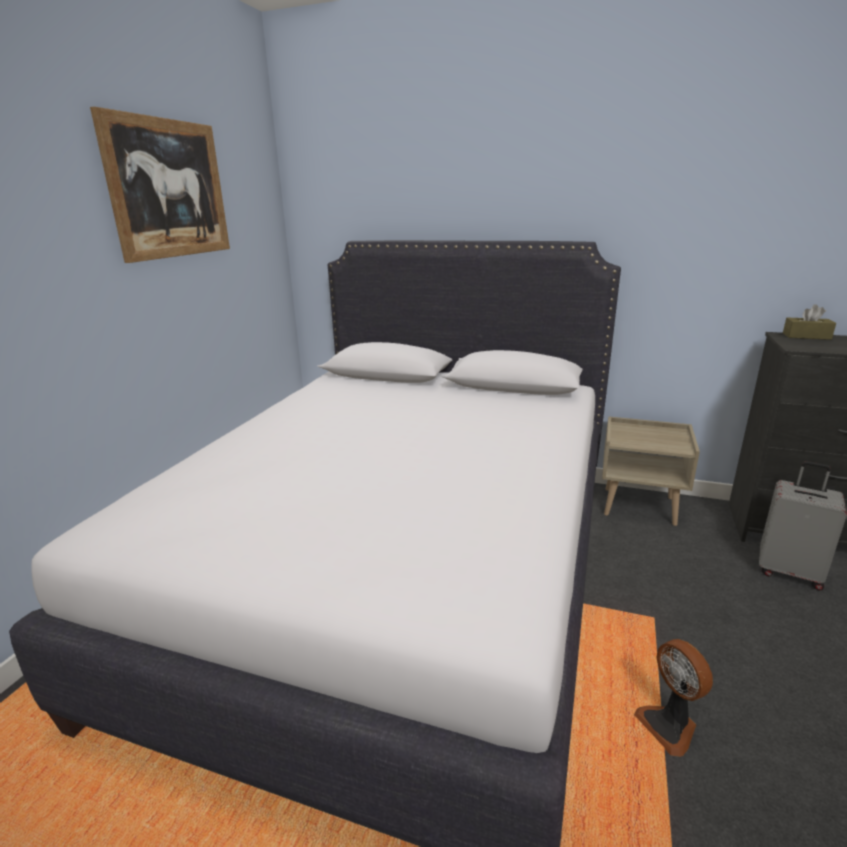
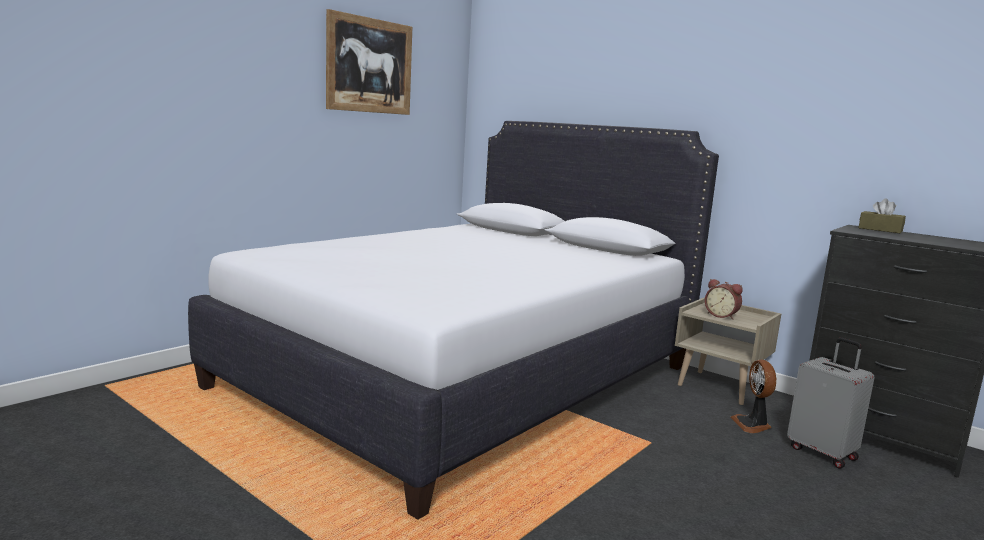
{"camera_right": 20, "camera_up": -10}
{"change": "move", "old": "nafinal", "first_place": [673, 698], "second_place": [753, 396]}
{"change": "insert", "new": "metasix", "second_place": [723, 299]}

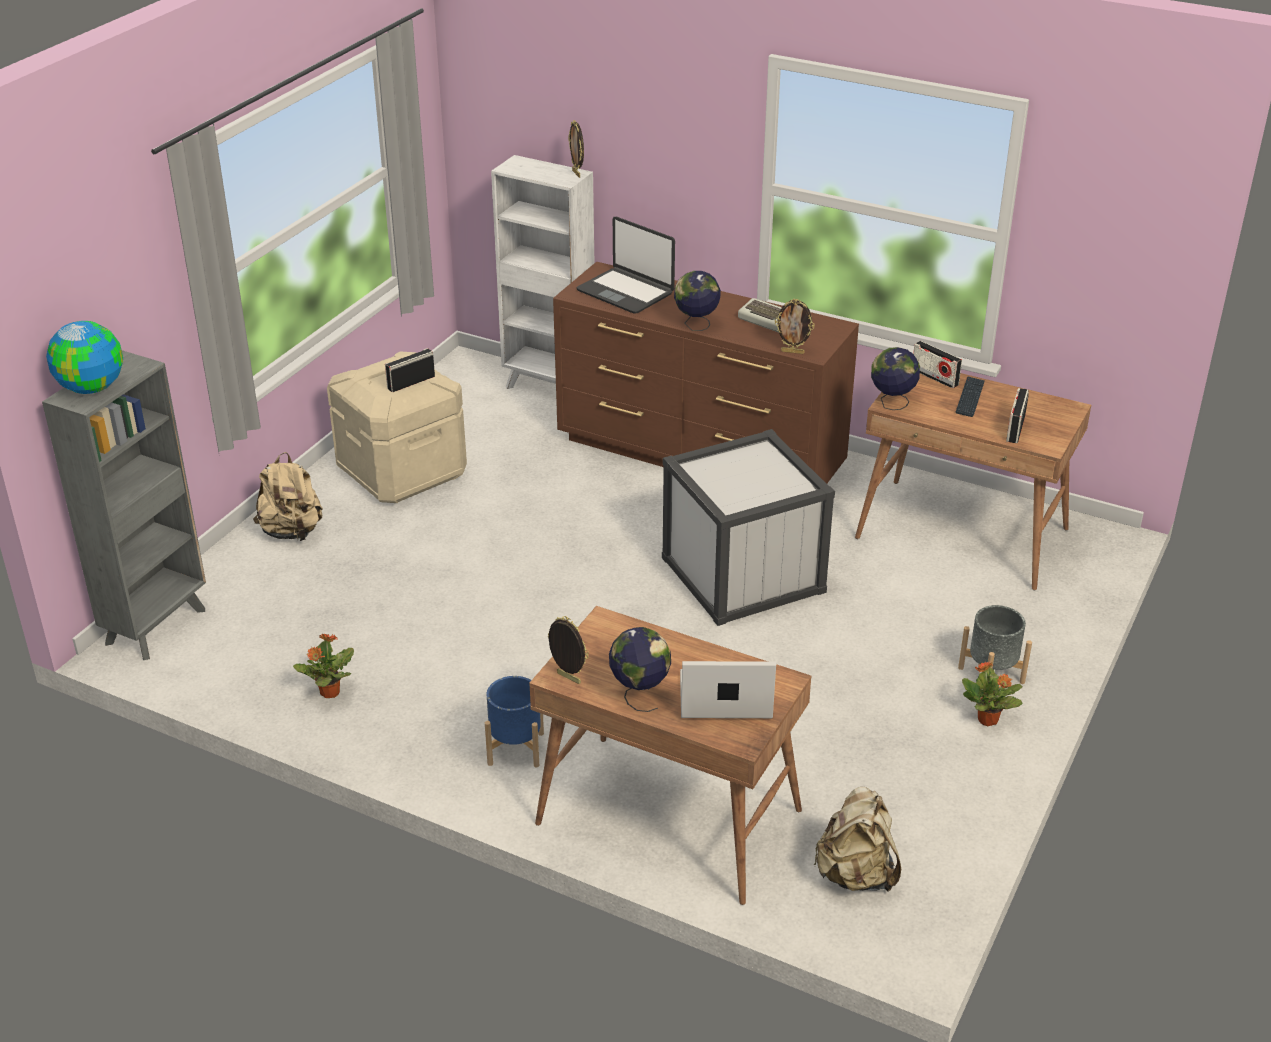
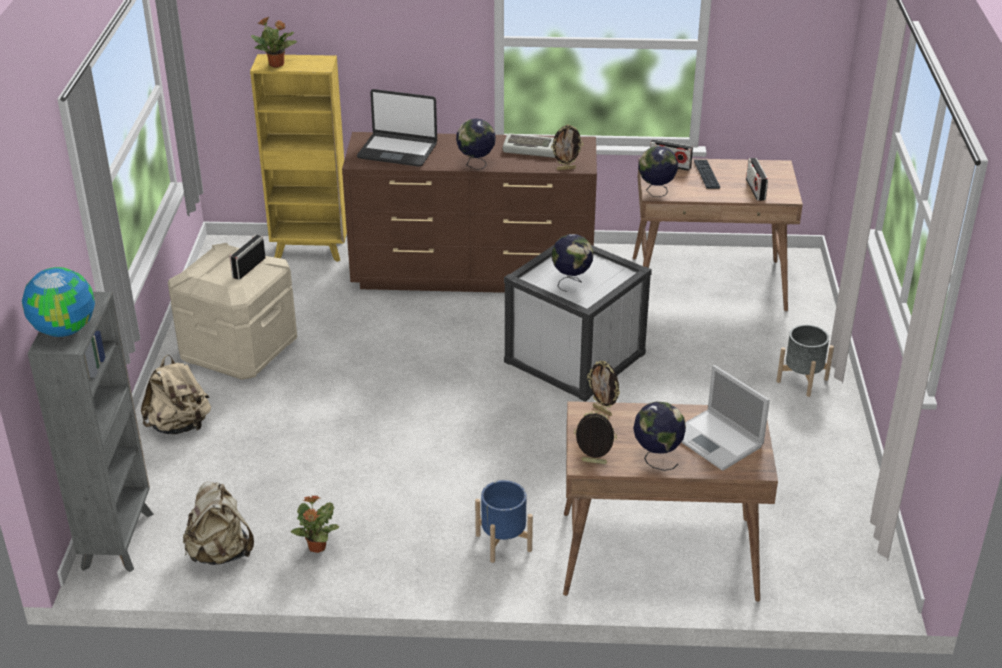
{"camera_right": -25, "camera_up": 0}
{"change": "move", "old": "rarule", "first_place": [576, 149], "second_place": [603, 388]}
{"change": "recolor", "old": "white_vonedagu", "new": "yellow_vonedagu", "first_place": [542, 272], "second_place": [298, 158]}
{"change": "rotate", "old": "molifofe", "first_place": [728, 689], "second_place": [725, 418], "degrees": -105}
{"change": "move", "old": "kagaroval", "first_place": [992, 693], "second_place": [274, 42]}
{"change": "move", "old": "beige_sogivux", "first_place": [857, 839], "second_place": [218, 523]}
{"change": "insert", "new": "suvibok", "second_place": [572, 263]}

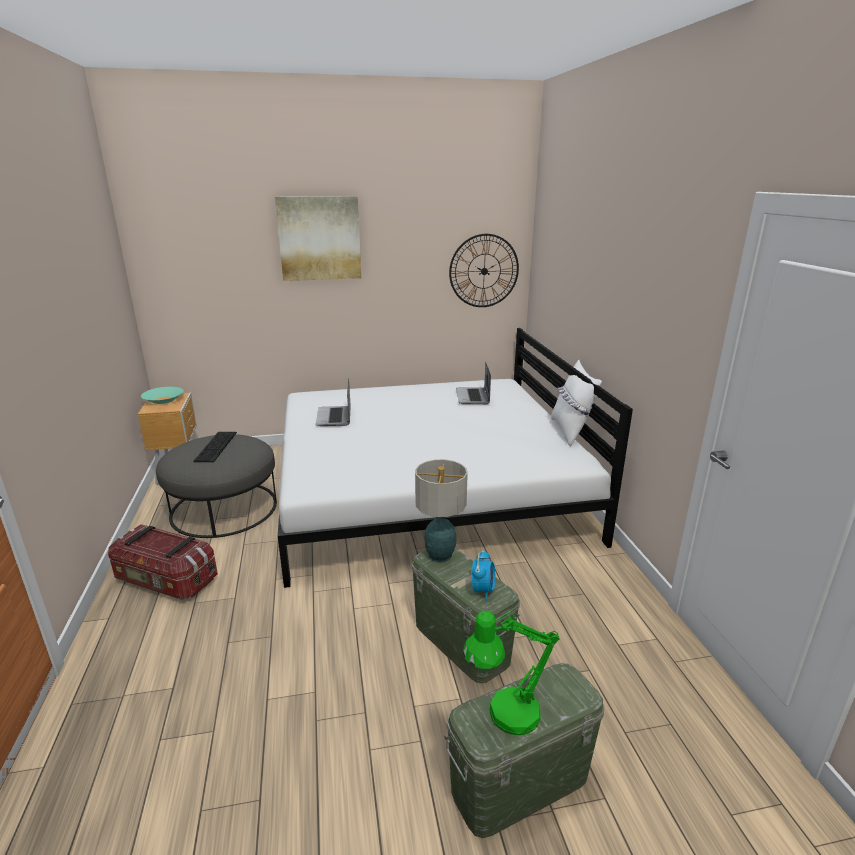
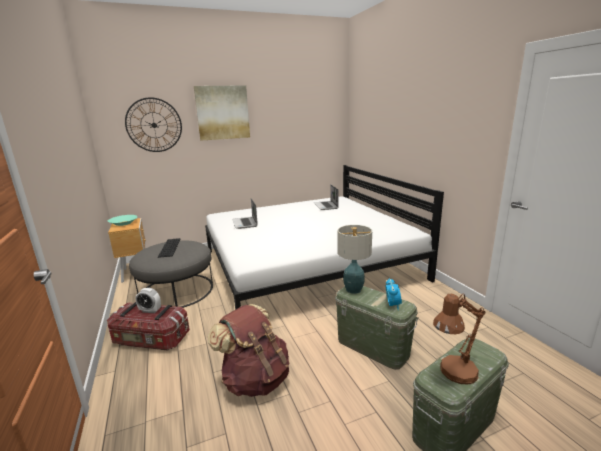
{"camera_right": -10, "camera_up": -5}
{"change": "move", "old": "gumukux", "first_place": [484, 270], "second_place": [153, 124]}
{"change": "delete", "old": "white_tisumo", "first_place": [576, 403]}
{"change": "recolor", "old": "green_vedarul", "new": "brown_vedarul", "first_place": [511, 673], "second_place": [459, 338]}
{"change": "insert", "new": "metasix", "second_place": [148, 300]}
{"change": "insert", "new": "brown_sogivux", "second_place": [248, 350]}

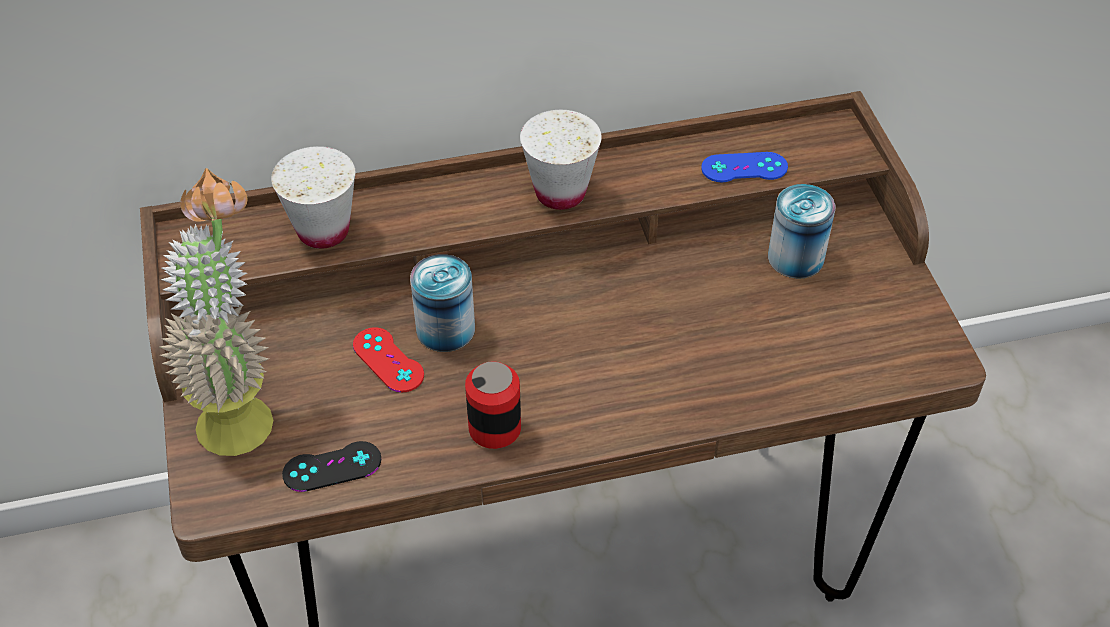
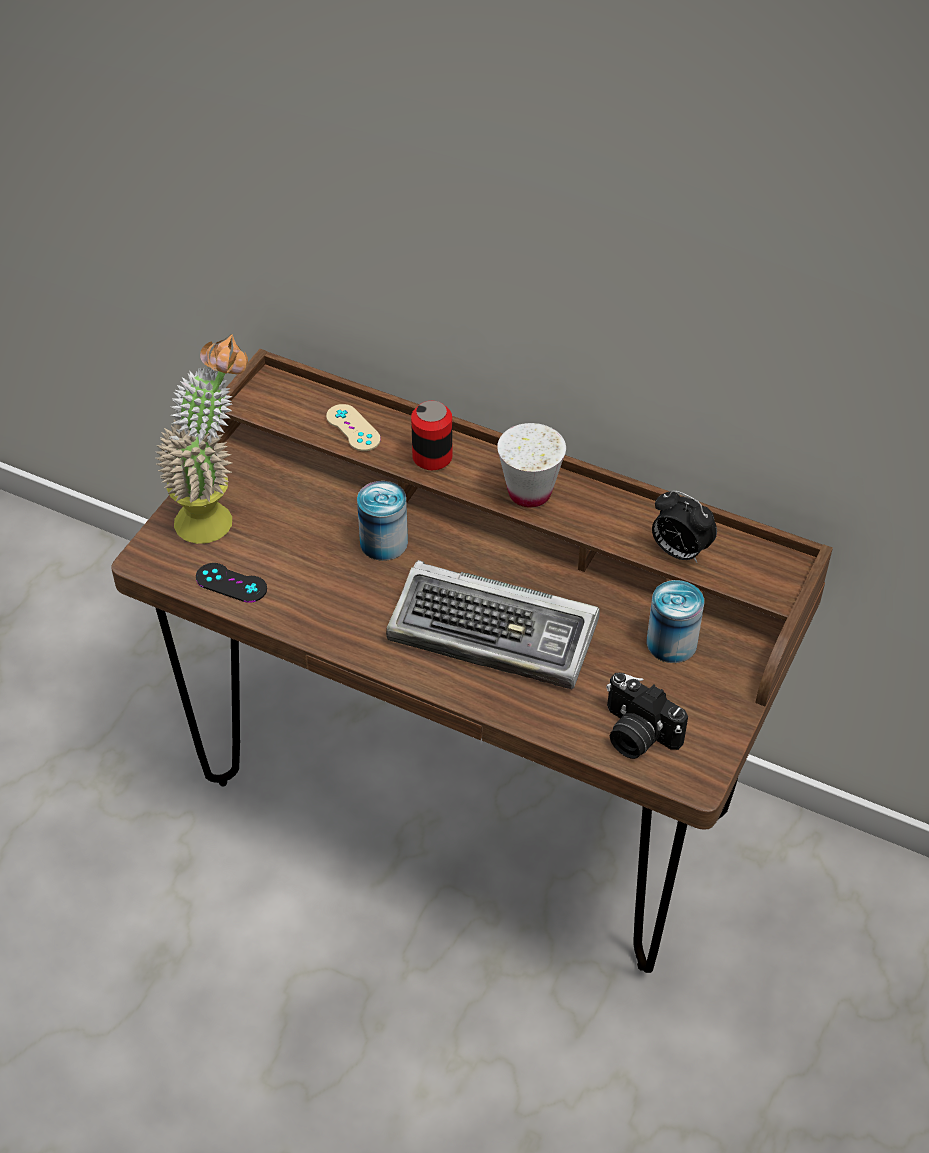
{"camera_right": 40, "camera_up": 0}
{"change": "replace", "old": "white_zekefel", "new": "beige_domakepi", "first_place": [313, 197], "second_place": [353, 427]}
{"change": "replace", "old": "blue_domakepi", "new": "metasix", "first_place": [744, 167], "second_place": [684, 526]}
{"change": "delete", "old": "red_domakepi", "first_place": [388, 359]}
{"change": "move", "old": "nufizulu", "first_place": [493, 405], "second_place": [431, 435]}
{"change": "insert", "new": "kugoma", "second_place": [493, 625]}
{"change": "insert", "new": "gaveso", "second_place": [647, 716]}

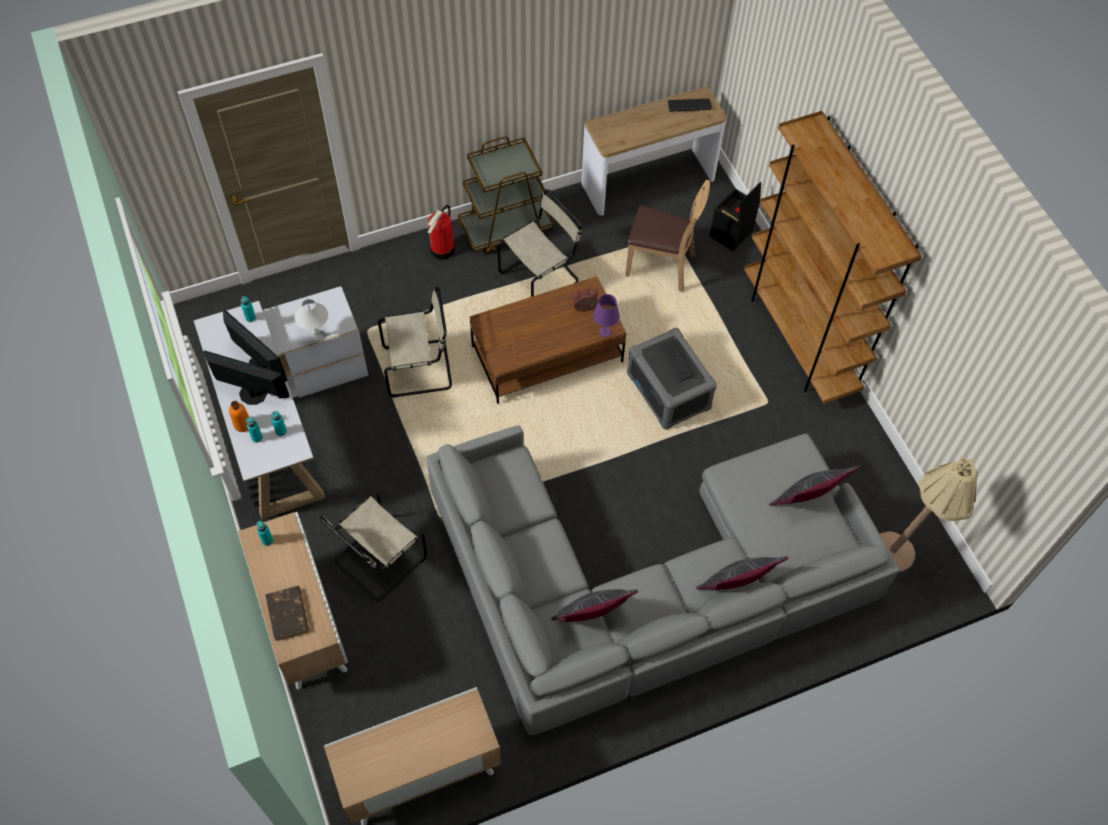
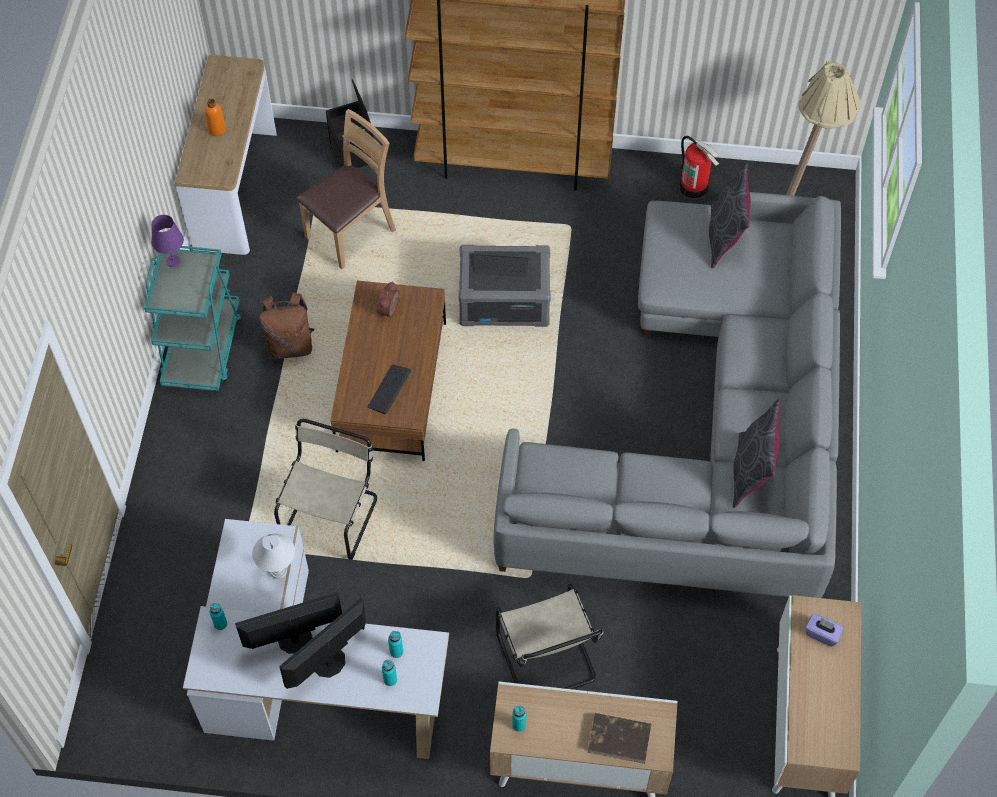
{"camera_right": -60, "camera_up": 0}
{"change": "move", "old": "kugoma", "first_place": [690, 105], "second_place": [389, 389]}
{"change": "recolor", "old": "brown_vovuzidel", "new": "turquoise_vovuzidel", "first_place": [506, 195], "second_place": [193, 318]}
{"change": "replace", "old": "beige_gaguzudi", "new": "brown_sogivux", "first_place": [539, 243], "second_place": [287, 325]}
{"change": "move", "old": "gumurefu", "first_place": [441, 232], "second_place": [699, 167]}
{"change": "move", "old": "purple_vedarul", "first_place": [606, 315], "second_place": [167, 241]}
{"change": "move", "old": "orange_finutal", "first_place": [239, 416], "second_place": [215, 117]}
{"change": "delete", "old": "grey_tisumo", "first_place": [742, 573]}
{"change": "insert", "new": "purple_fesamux", "second_place": [824, 630]}

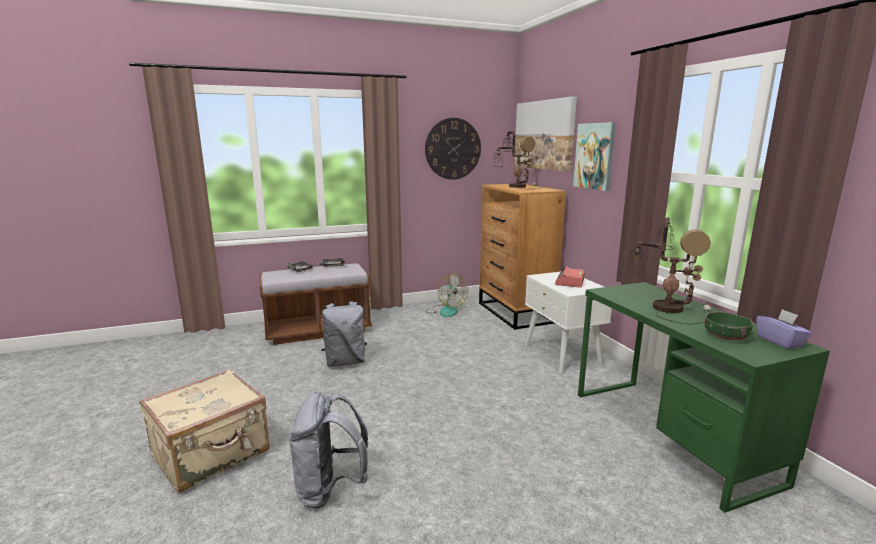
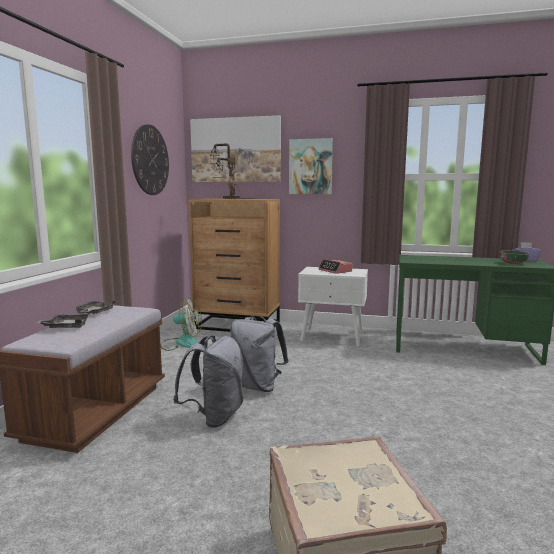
{"camera_right": -55, "camera_up": -5}
{"change": "delete", "old": "vedarul", "first_place": [668, 270]}
{"change": "move", "old": "grey_sogivux", "first_place": [328, 450], "second_place": [259, 353]}

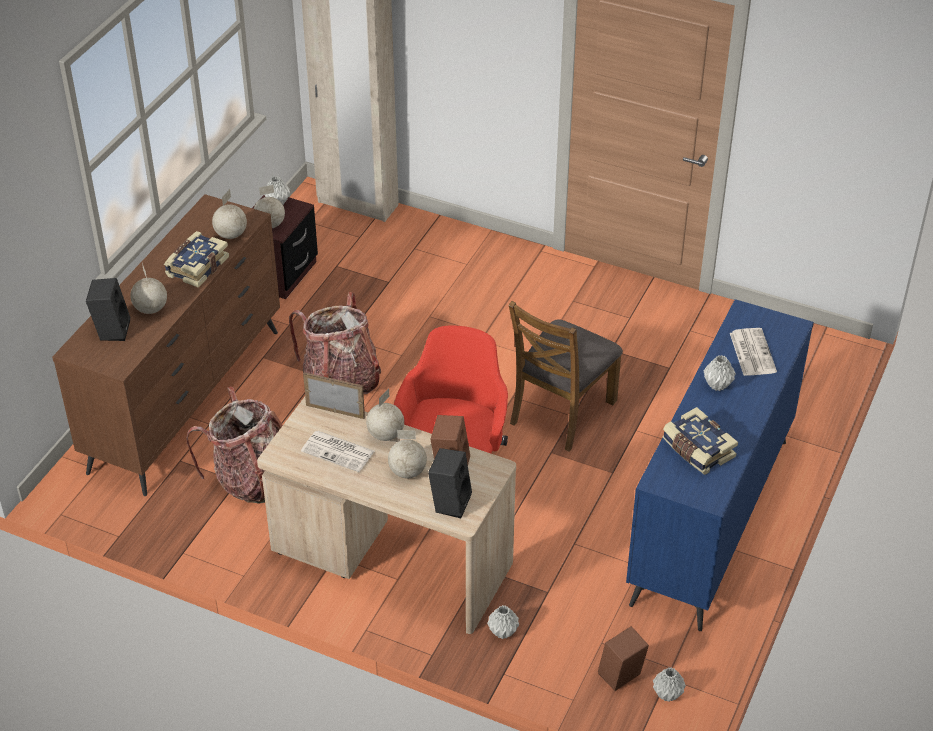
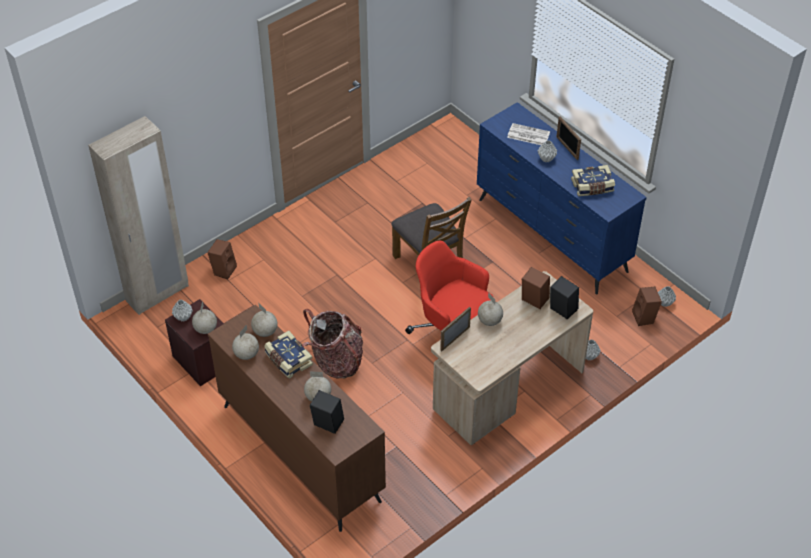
{"camera_right": -65, "camera_up": 5}
{"change": "delete", "old": "sogivux", "first_place": [234, 445]}
{"change": "move", "old": "suvibok", "first_place": [407, 454], "second_place": [245, 342]}
{"change": "delete", "old": "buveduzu", "first_place": [337, 451]}
{"change": "insert", "new": "rarule", "second_place": [568, 138]}
{"change": "insert", "new": "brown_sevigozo", "second_place": [222, 259]}

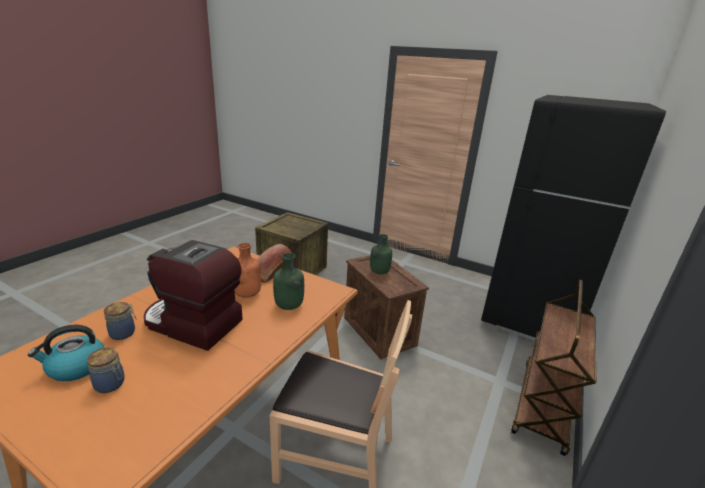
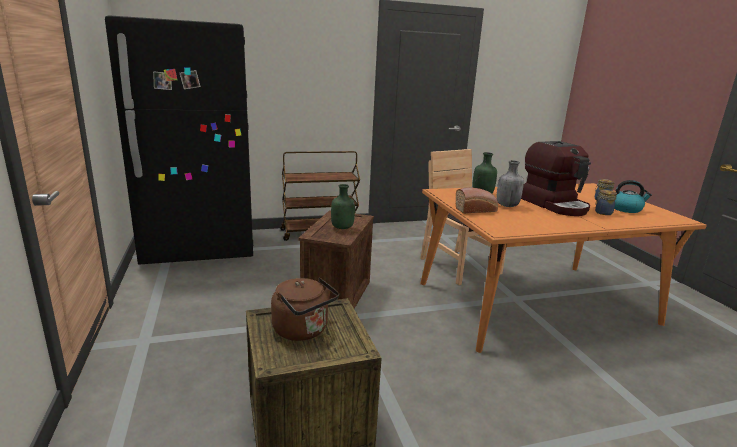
{"camera_right": -135, "camera_up": -5}
{"change": "recolor", "old": "orange_finutal", "new": "grey_finutal", "first_place": [248, 270], "second_place": [510, 183]}
{"change": "insert", "new": "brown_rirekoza", "second_place": [305, 309]}

